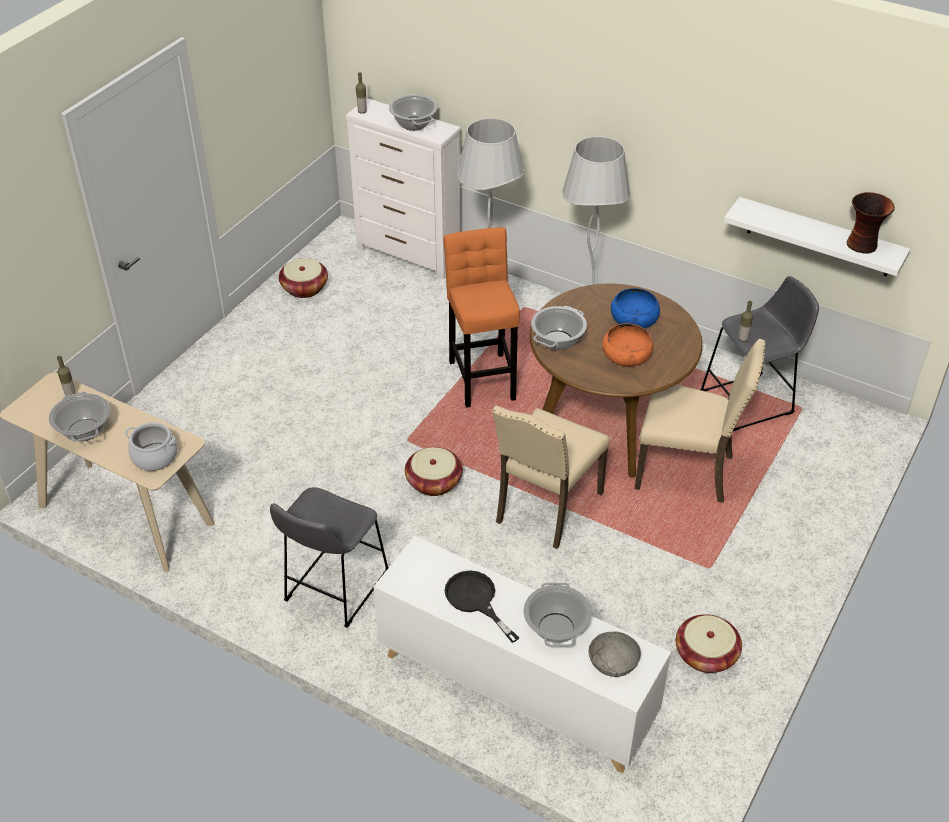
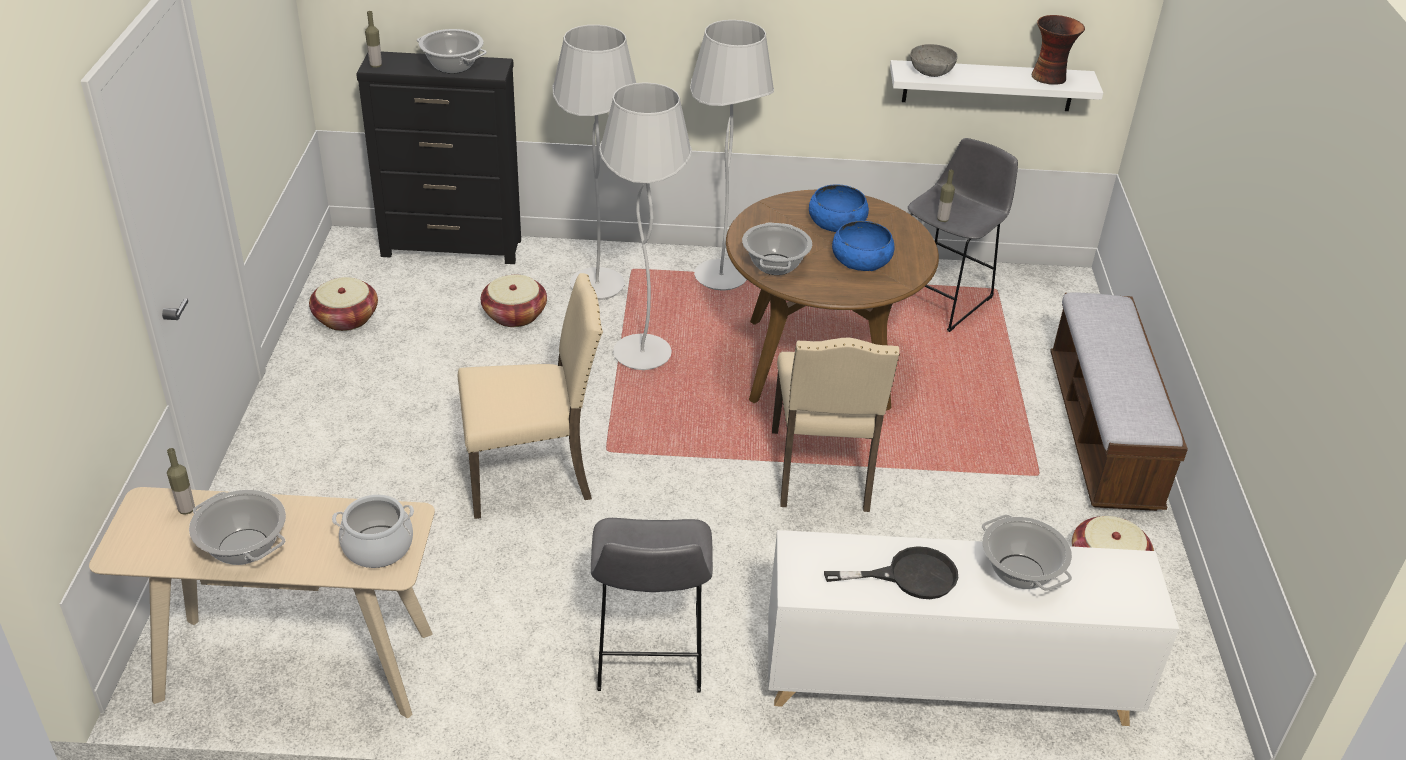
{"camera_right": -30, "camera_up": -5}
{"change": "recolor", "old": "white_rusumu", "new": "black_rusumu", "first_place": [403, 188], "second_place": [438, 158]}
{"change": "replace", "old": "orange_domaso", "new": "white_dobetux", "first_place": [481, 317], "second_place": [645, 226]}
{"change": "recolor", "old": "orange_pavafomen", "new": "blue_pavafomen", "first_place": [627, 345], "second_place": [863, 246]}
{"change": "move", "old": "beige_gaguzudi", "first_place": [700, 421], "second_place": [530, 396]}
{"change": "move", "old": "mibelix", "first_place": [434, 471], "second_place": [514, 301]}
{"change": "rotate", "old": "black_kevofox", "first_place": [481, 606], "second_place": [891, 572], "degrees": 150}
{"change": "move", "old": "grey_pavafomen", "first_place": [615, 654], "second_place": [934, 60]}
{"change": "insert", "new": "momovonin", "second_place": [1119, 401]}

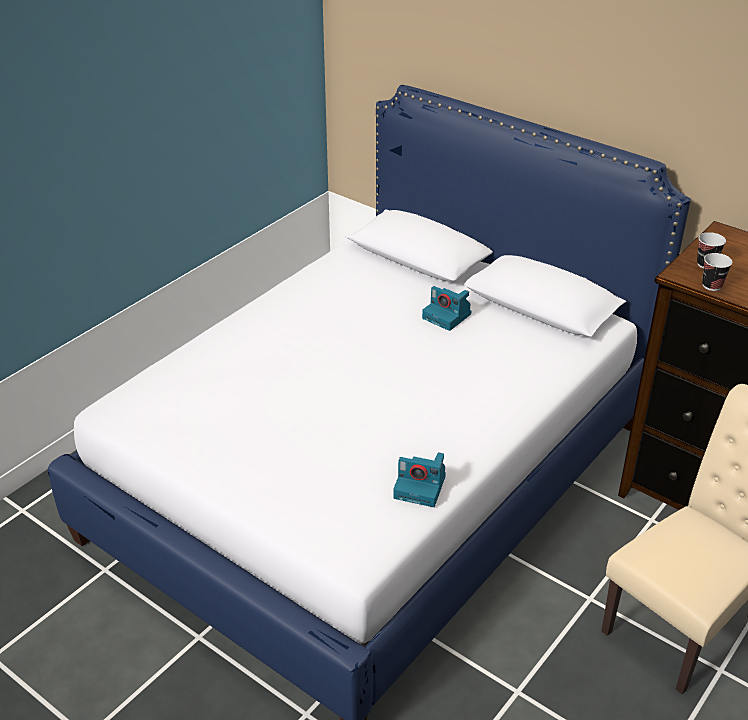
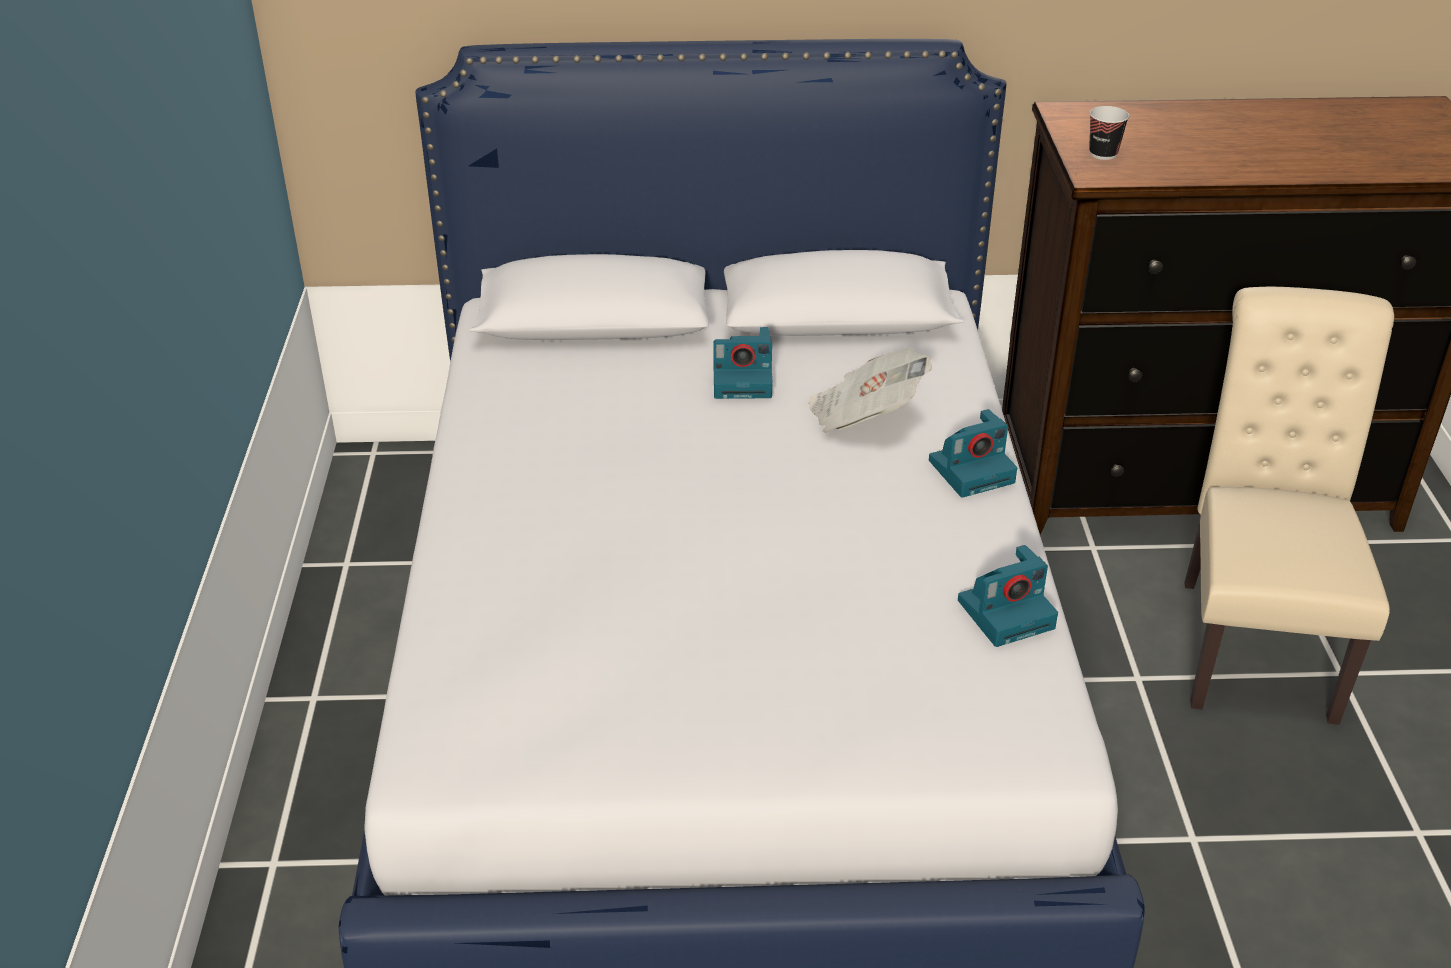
{"camera_right": -40, "camera_up": 0}
{"change": "delete", "old": "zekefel", "first_place": [717, 272]}
{"change": "insert", "new": "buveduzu", "second_place": [870, 390]}
{"change": "insert", "new": "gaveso", "second_place": [973, 453]}

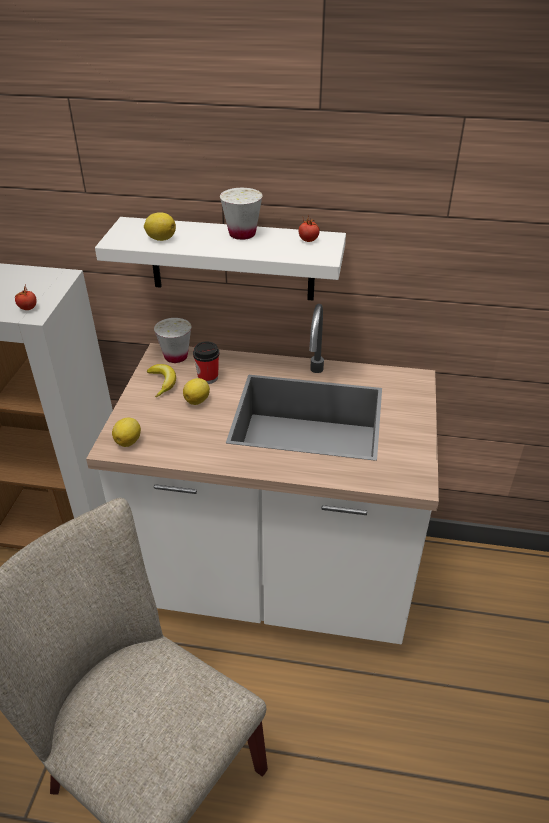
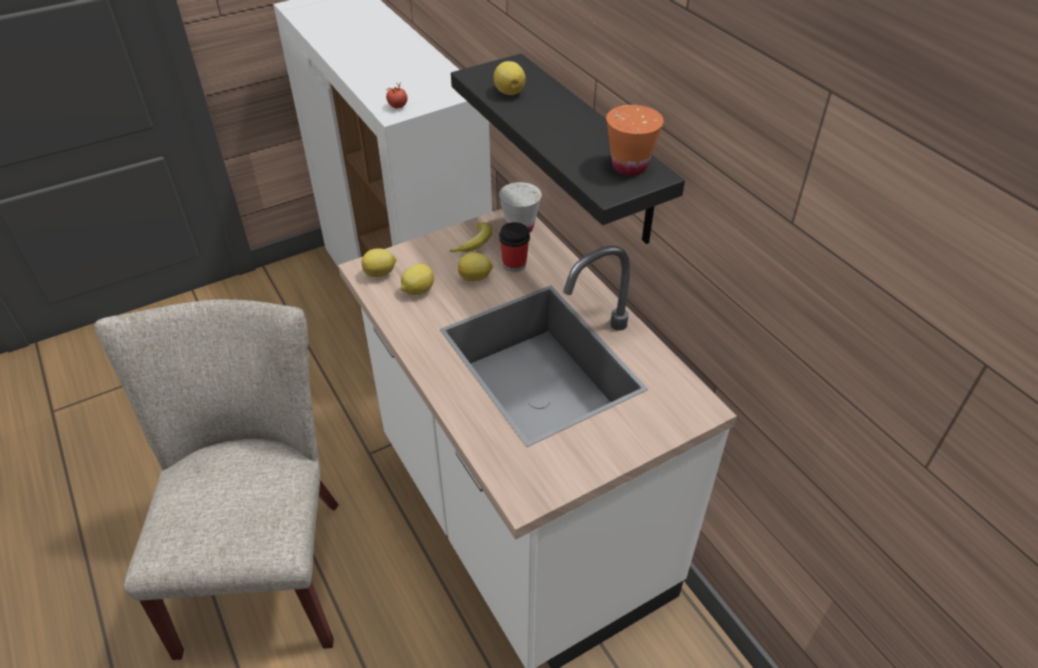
{"camera_right": 50, "camera_up": 5}
{"change": "delete", "old": "white_zekefel", "first_place": [241, 214]}
{"change": "replace", "old": "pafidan", "new": "orange_zekefel", "first_place": [309, 229], "second_place": [635, 140]}
{"change": "recolor", "old": "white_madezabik", "new": "black_madezabik", "first_place": [220, 259], "second_place": [568, 149]}
{"change": "insert", "new": "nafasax", "second_place": [417, 279]}

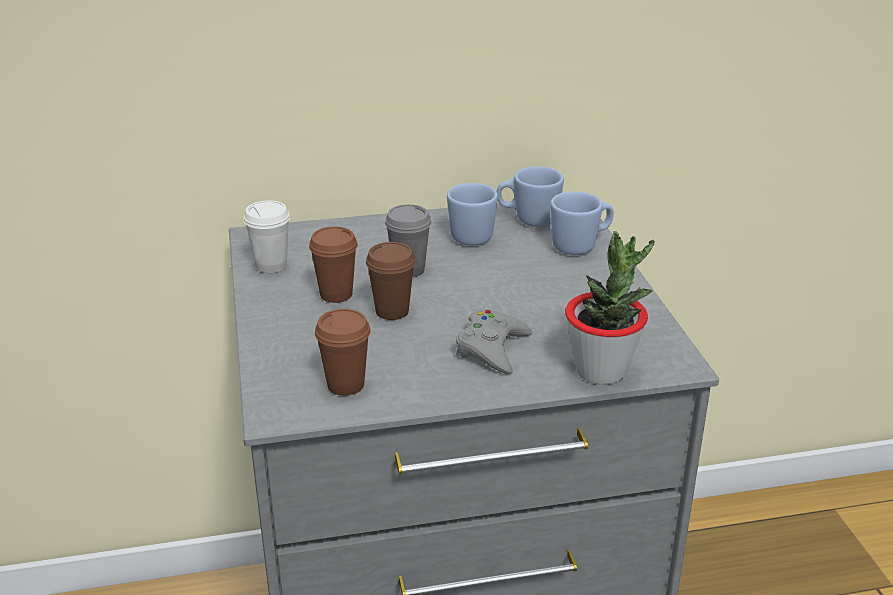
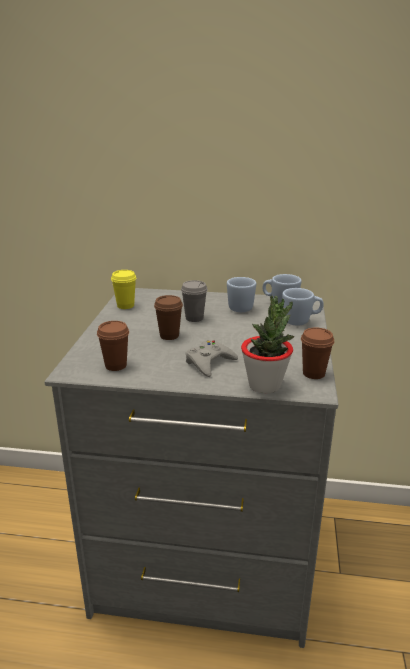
{"camera_right": 20, "camera_up": -5}
{"change": "recolor", "old": "white_zekefel", "new": "yellow_zekefel", "first_place": [266, 236], "second_place": [123, 289]}
{"change": "move", "old": "brown_zekefel", "first_place": [333, 264], "second_place": [317, 353]}

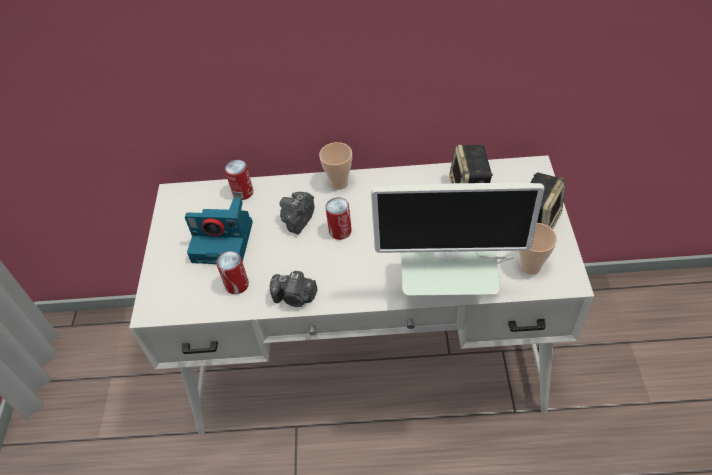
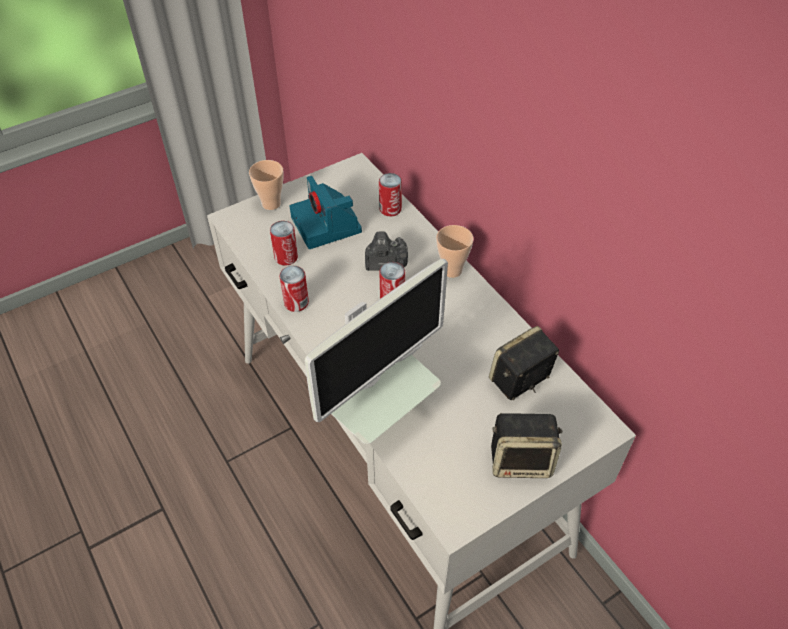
{"camera_right": 55, "camera_up": 0}
{"change": "rotate", "old": "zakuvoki", "first_place": [458, 239], "second_place": [376, 351], "degrees": -105}
{"change": "move", "old": "zekefel", "first_place": [538, 249], "second_place": [266, 185]}
{"change": "replace", "old": "gaveso", "new": "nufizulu", "first_place": [293, 289], "second_place": [294, 289]}

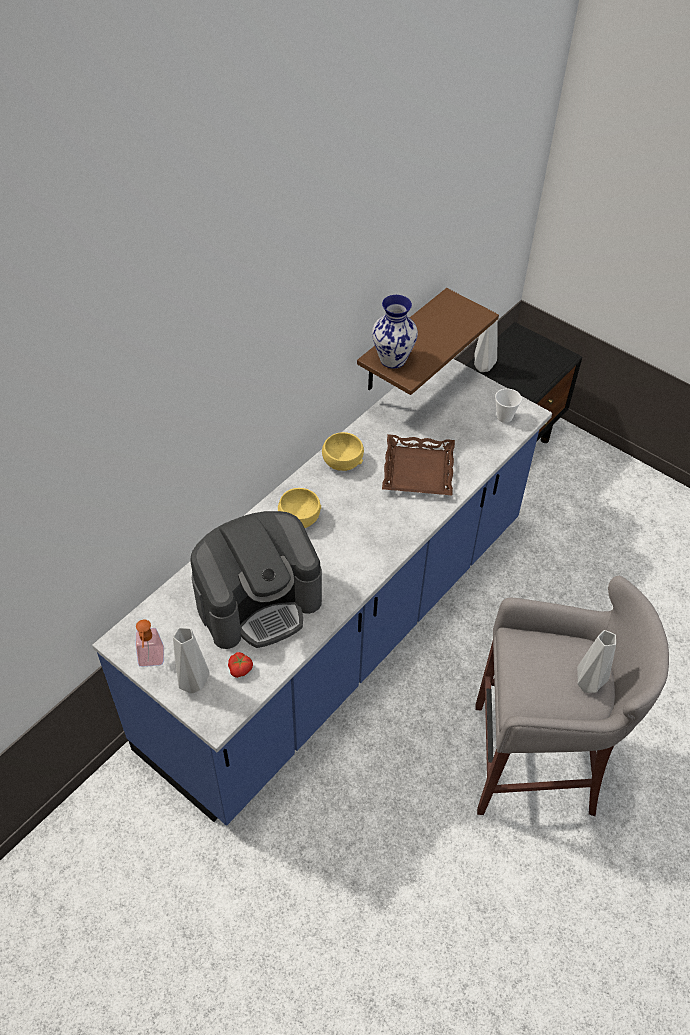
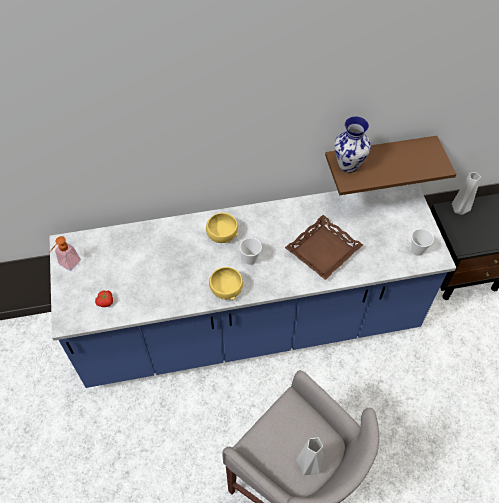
{"camera_right": 40, "camera_up": 5}
{"change": "move", "old": "yellow_pavafomen", "first_place": [343, 451], "second_place": [226, 283]}
{"change": "delete", "old": "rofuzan", "first_place": [256, 580]}
{"change": "delete", "old": "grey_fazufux", "first_place": [191, 660]}
{"change": "insert", "new": "zekefel", "second_place": [251, 251]}

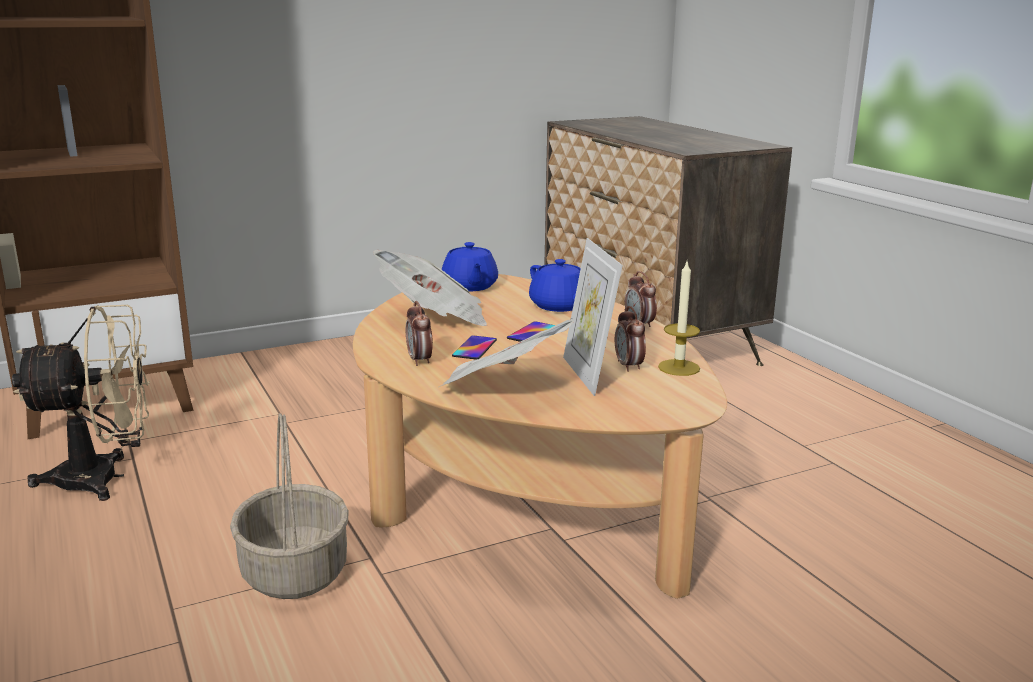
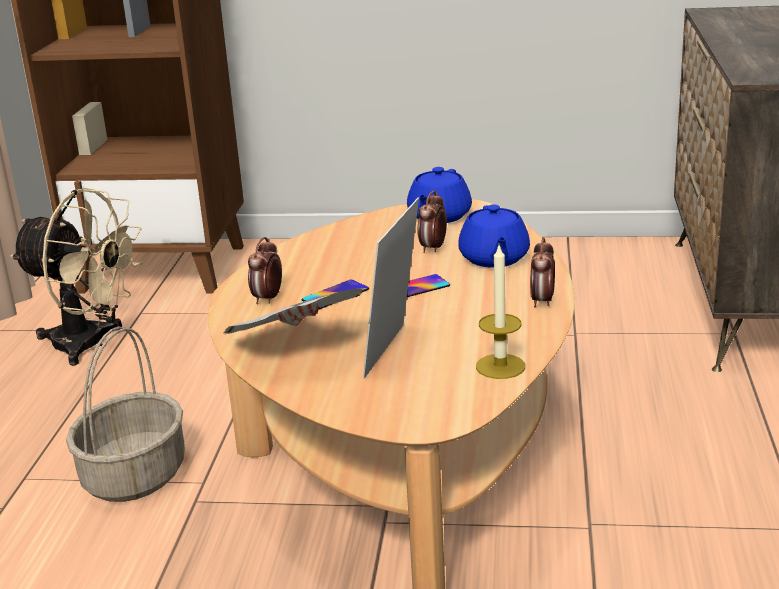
{"camera_right": 35, "camera_up": 5}
{"change": "delete", "old": "buveduzu", "first_place": [430, 288]}
{"change": "move", "old": "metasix", "first_place": [630, 339], "second_place": [432, 222]}

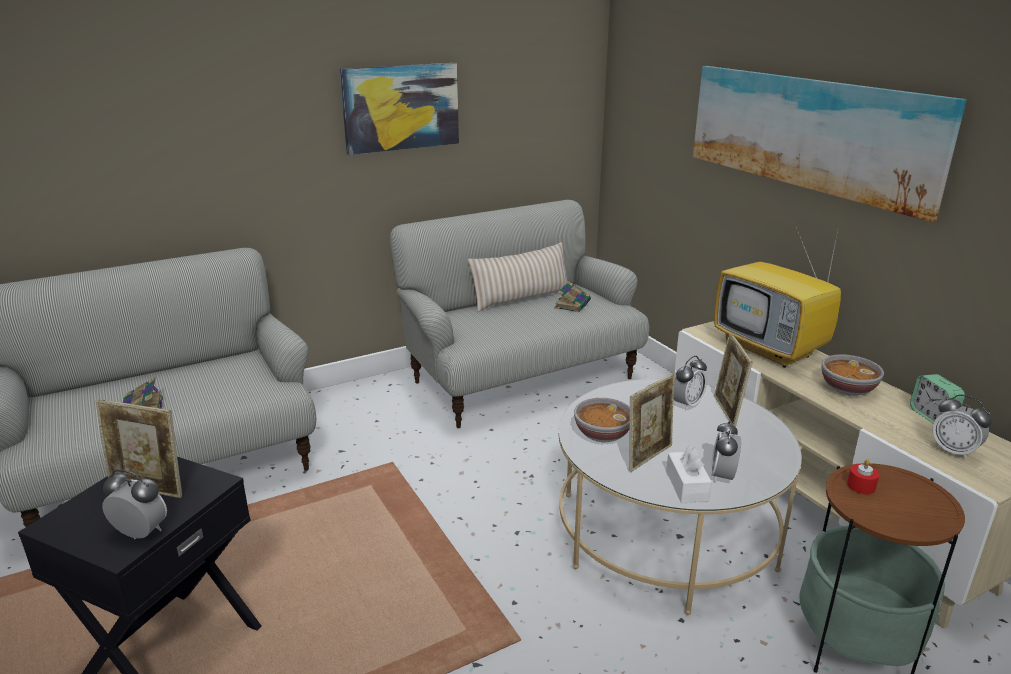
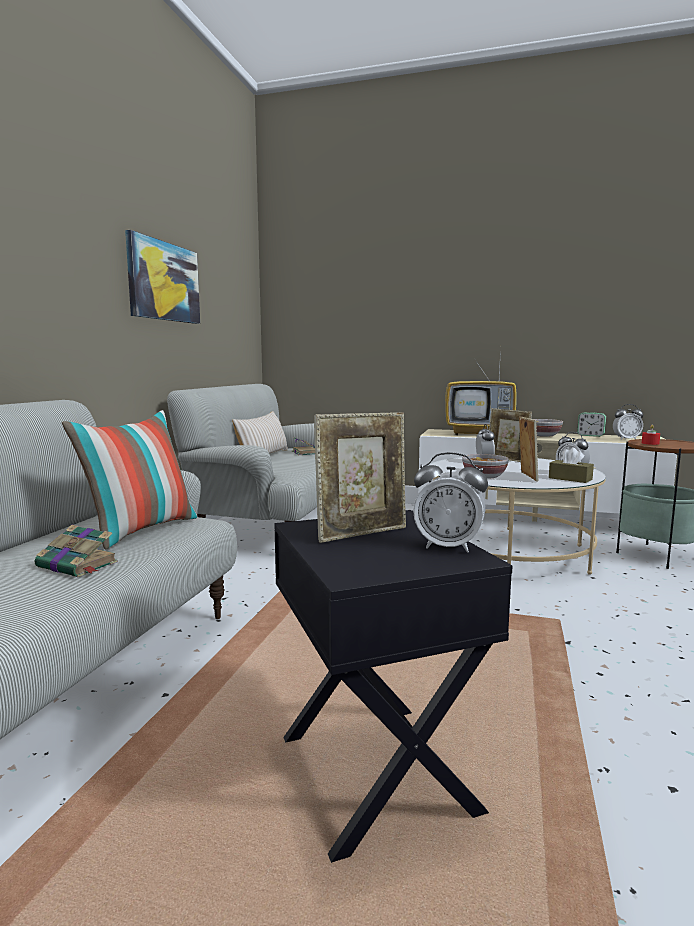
{"camera_right": -45, "camera_up": -15}
{"change": "delete", "old": "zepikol", "first_place": [829, 144]}
{"change": "recolor", "old": "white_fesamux", "new": "brown_fesamux", "first_place": [689, 474], "second_place": [571, 465]}
{"change": "rotate", "old": "metasix", "first_place": [134, 504], "second_place": [450, 502], "degrees": -135}
{"change": "insert", "new": "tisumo", "second_place": [130, 480]}

